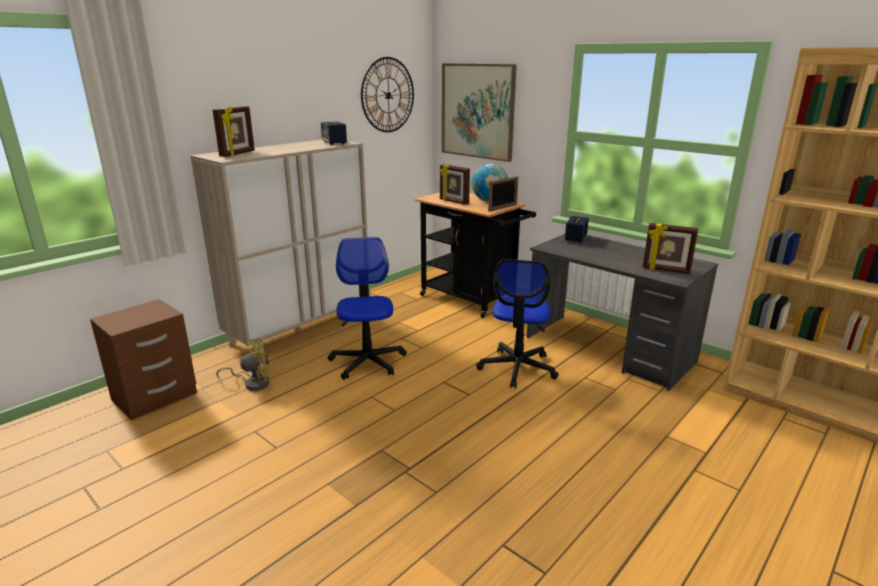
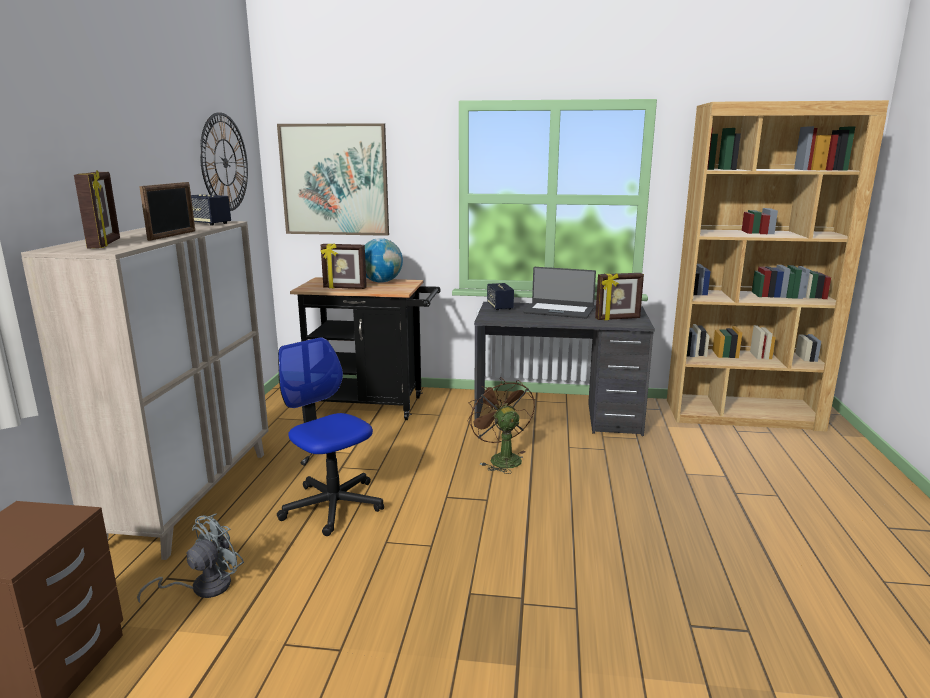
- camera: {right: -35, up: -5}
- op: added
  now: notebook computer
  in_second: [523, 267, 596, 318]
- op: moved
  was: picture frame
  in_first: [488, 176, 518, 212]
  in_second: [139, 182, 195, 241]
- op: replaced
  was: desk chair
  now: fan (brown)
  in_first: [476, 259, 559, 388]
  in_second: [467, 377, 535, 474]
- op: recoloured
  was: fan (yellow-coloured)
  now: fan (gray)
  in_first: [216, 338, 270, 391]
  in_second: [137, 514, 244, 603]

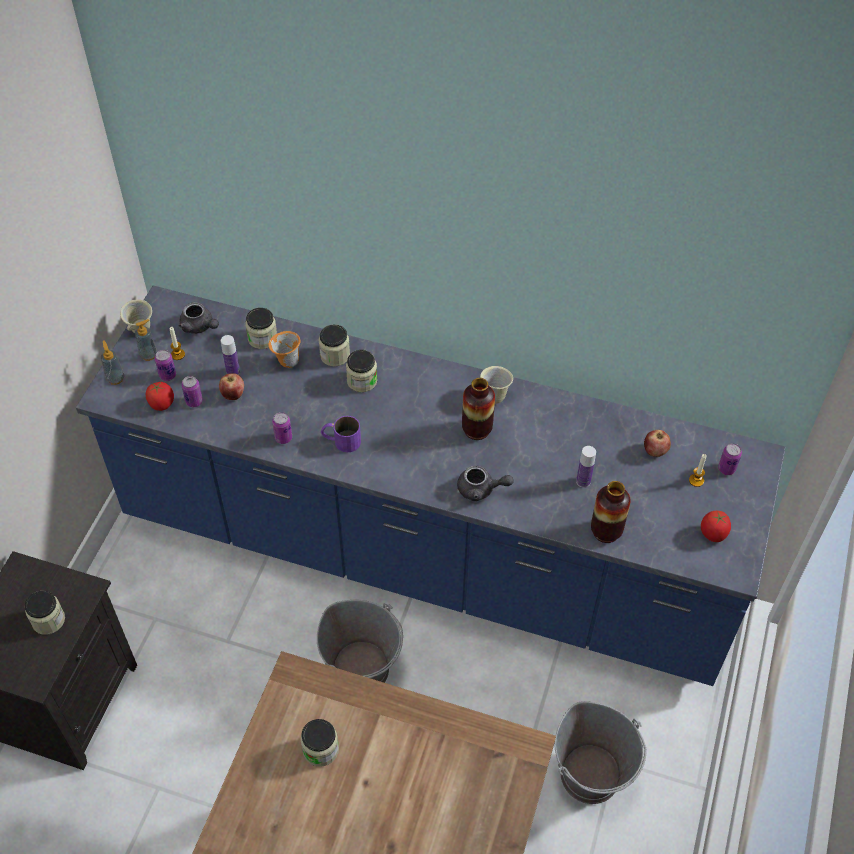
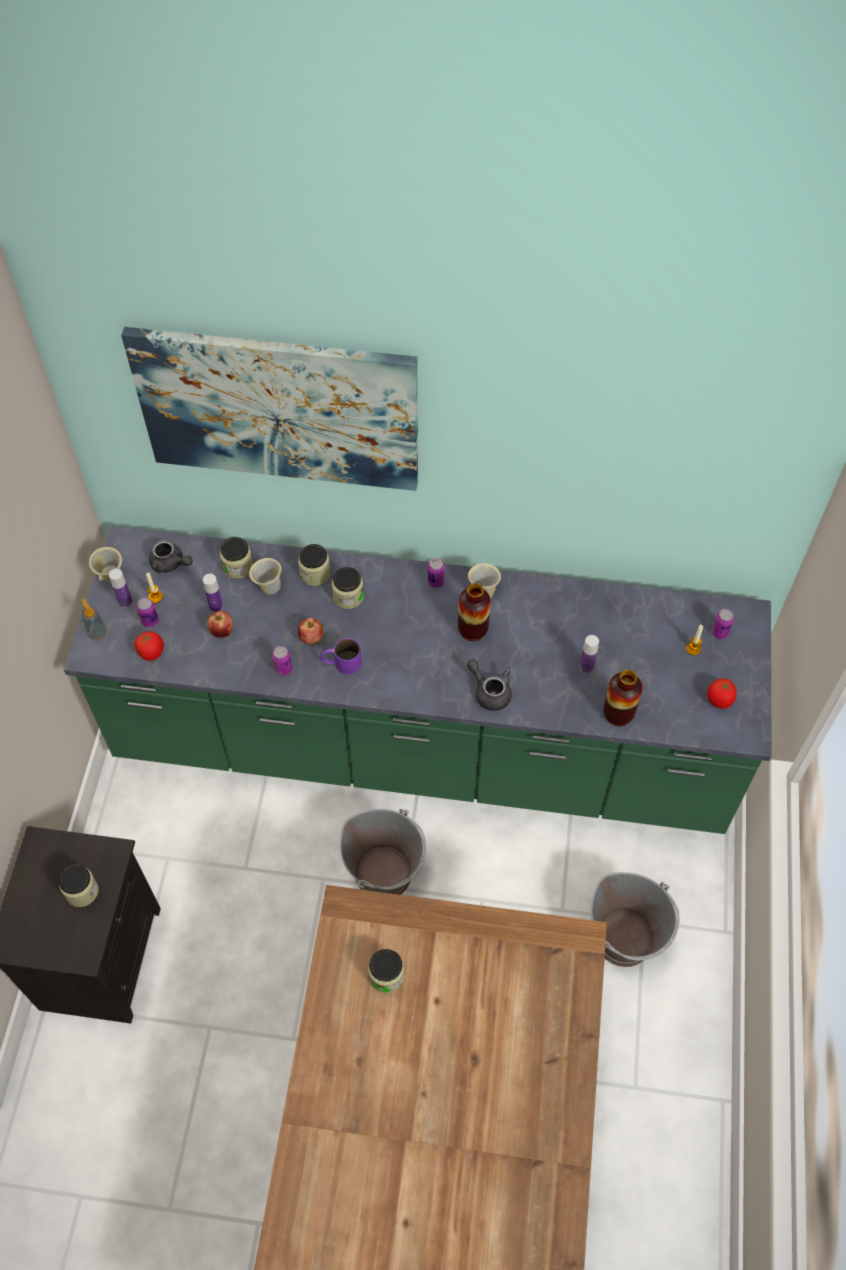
- camera: {right: -10, up: 5}
- op: added
  now: wall art
  in_second: [121, 327, 418, 491]
- op: moved
  was: can
  in_first: [181, 376, 203, 407]
  in_second: [427, 558, 445, 588]
- op: moved
  was: whole apple
  in_first: [644, 430, 671, 457]
  in_second: [298, 618, 324, 644]
- op: replaced
  was: soap dispenser
  now: beverage bottle
  in_first: [135, 319, 157, 361]
  in_second: [109, 569, 133, 608]
- op: recoloured
  was: kitchen counter (blue)
  now: kitchen counter (green-coloured)
  in_first: [76, 285, 786, 686]
  in_second: [64, 526, 772, 834]
- op: recoloured
  was: mug (orangey)
  now: mug (beige)
  in_first: [268, 331, 300, 368]
  in_second: [249, 558, 282, 594]
- op: turned
  was: teapot (gray)
  in_first: [457, 465, 513, 502]
  in_second: [467, 659, 512, 711]
  clockwise: -135

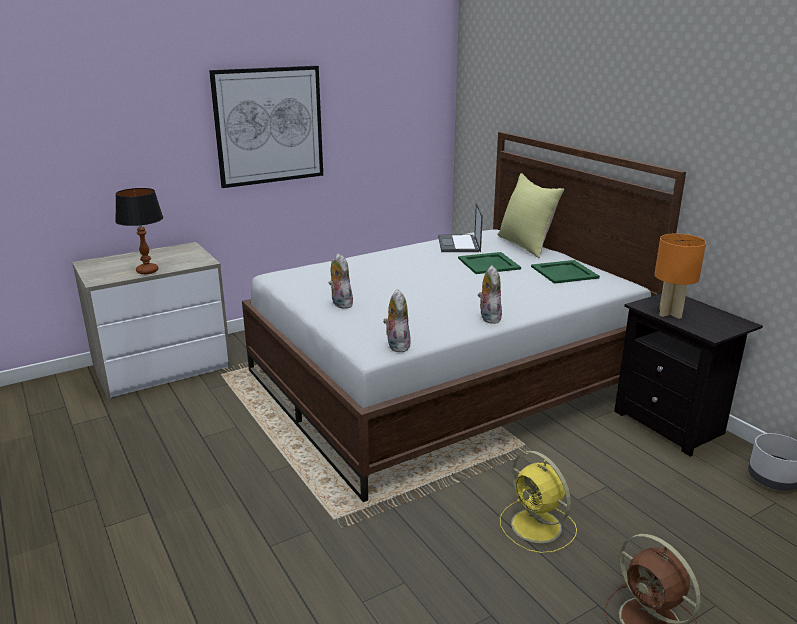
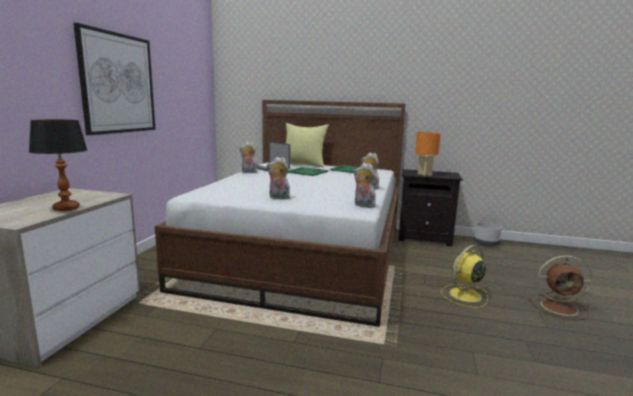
- camera: {right: -45, up: -10}
- op: added
  now: soft toy
  in_second: [239, 142, 259, 173]
- op: turned
  was: fan (yellow-coloured)
  in_first: [500, 451, 577, 553]
  in_second: [441, 245, 488, 308]
  clockwise: 135

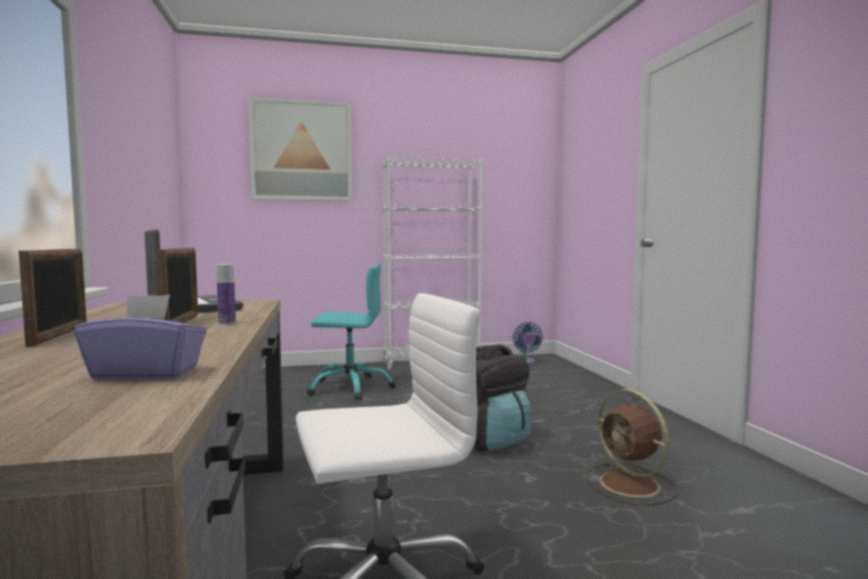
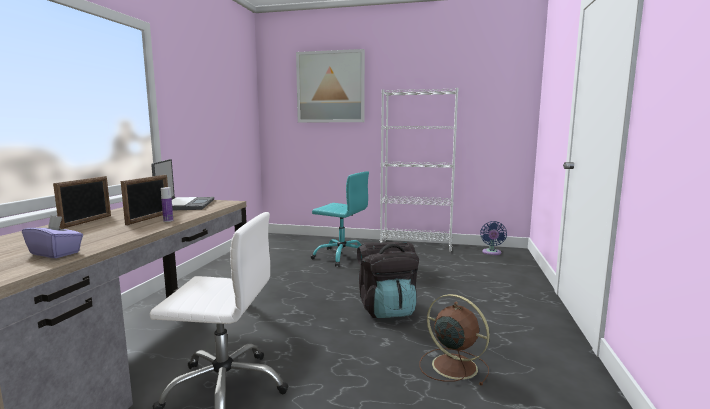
- camera: {right: 25, up: 5}
- op: turned
  was: fan (brown)
  in_first: [586, 389, 679, 506]
  in_second: [419, 294, 490, 386]
  clockwise: 135

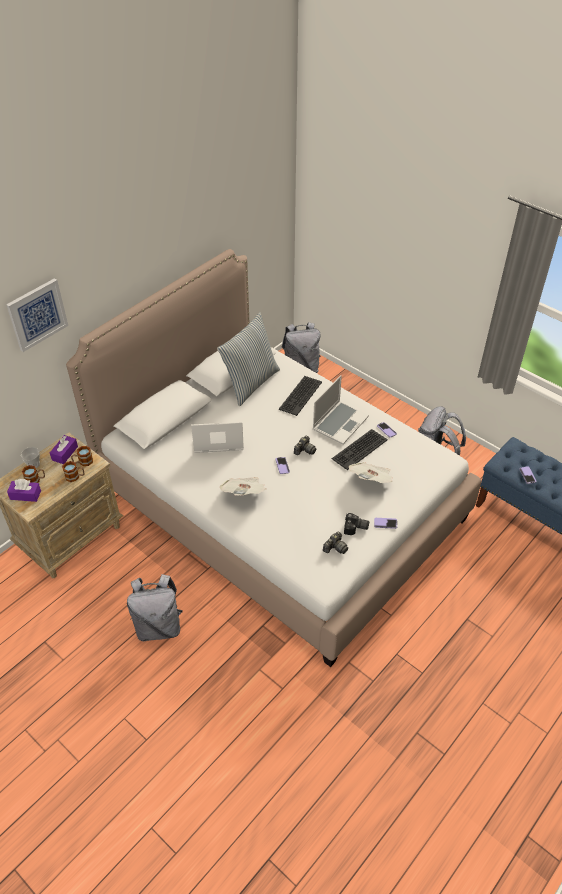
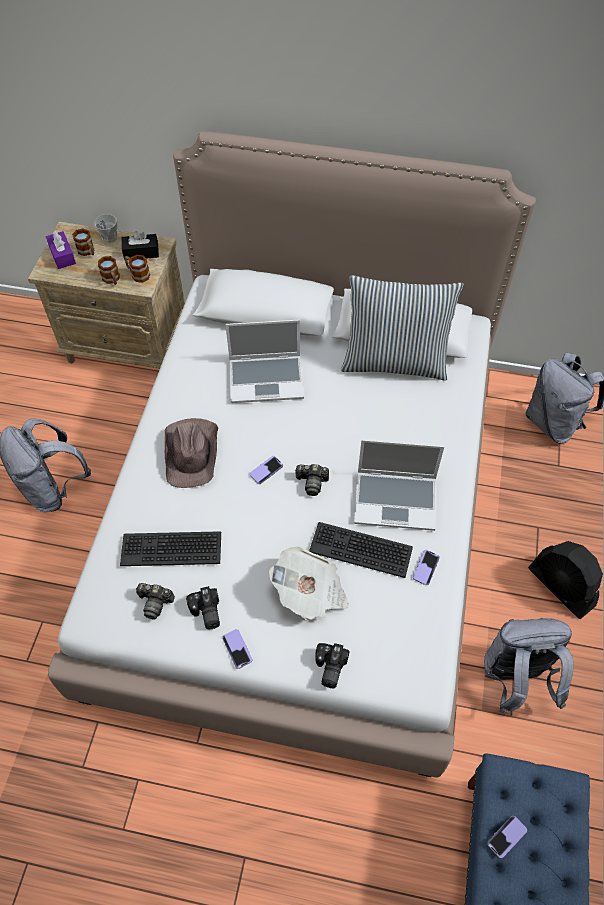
- camera: {right: 60, up: 10}
- op: removed
  was: wall art
  in_first: [6, 278, 68, 352]
- op: added
  now: photo camera
  in_second: [315, 643, 350, 688]
- op: added
  now: fan (black-coloured)
  in_second: [528, 541, 603, 619]
- op: moved
  was: keyboard
  in_first: [279, 376, 322, 416]
  in_second: [120, 531, 221, 566]
- op: replaced
  was: daily paper
  now: hat (brown)
  in_first: [220, 477, 266, 496]
  in_second: [165, 418, 218, 488]
- op: recoloured
  was: box of tissues (purple)
  now: box of tissues (black-coloured)
  in_first: [50, 435, 78, 464]
  in_second: [122, 231, 159, 260]
- op: turned
  was: notebook computer
  in_first: [191, 422, 244, 453]
  in_second: [225, 320, 304, 403]
  clockwise: 120

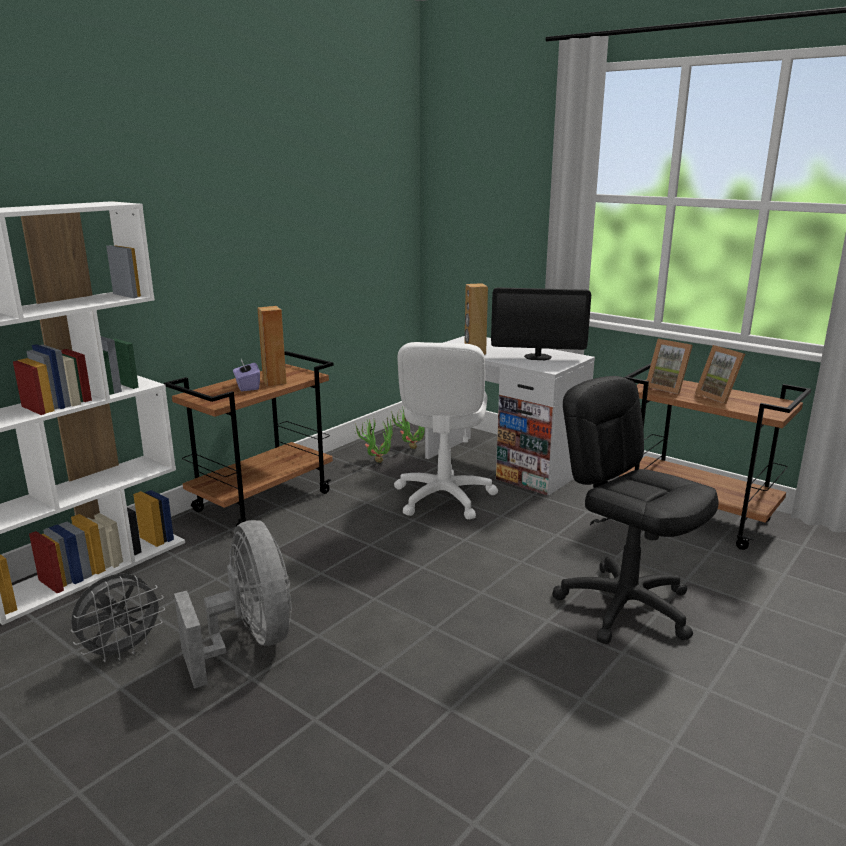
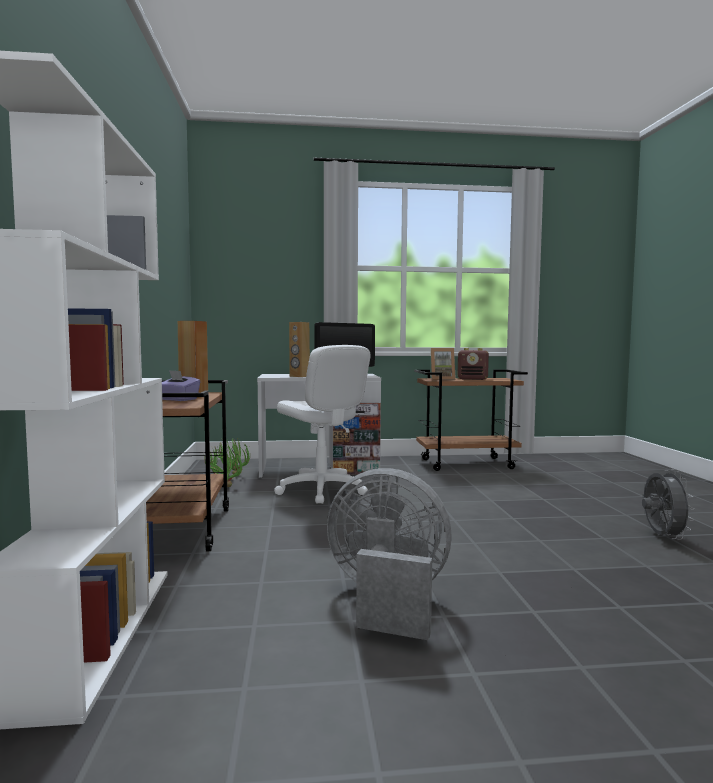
- camera: {right: -45, up: -15}
- op: removed
  was: desk chair (black-coloured)
  in_first: [552, 376, 719, 644]
- op: moved
  was: fan (gray)
  in_first: [71, 574, 165, 662]
  in_second: [642, 469, 695, 540]
- op: replaced
  was: picture frame
  now: radio set
  in_first: [695, 345, 745, 404]
  in_second: [458, 348, 489, 380]

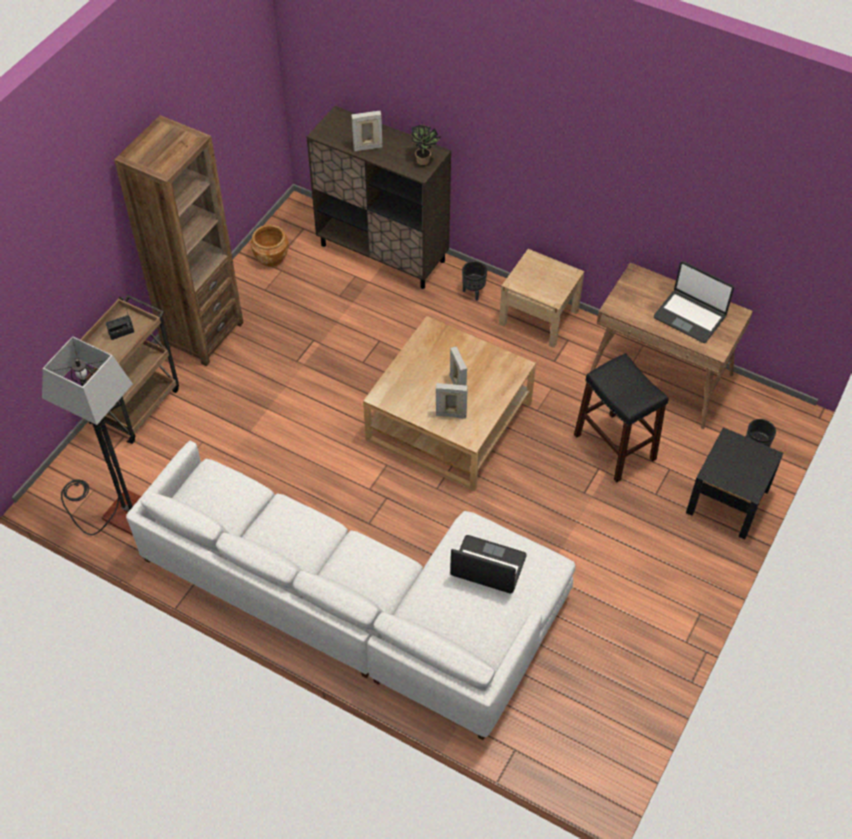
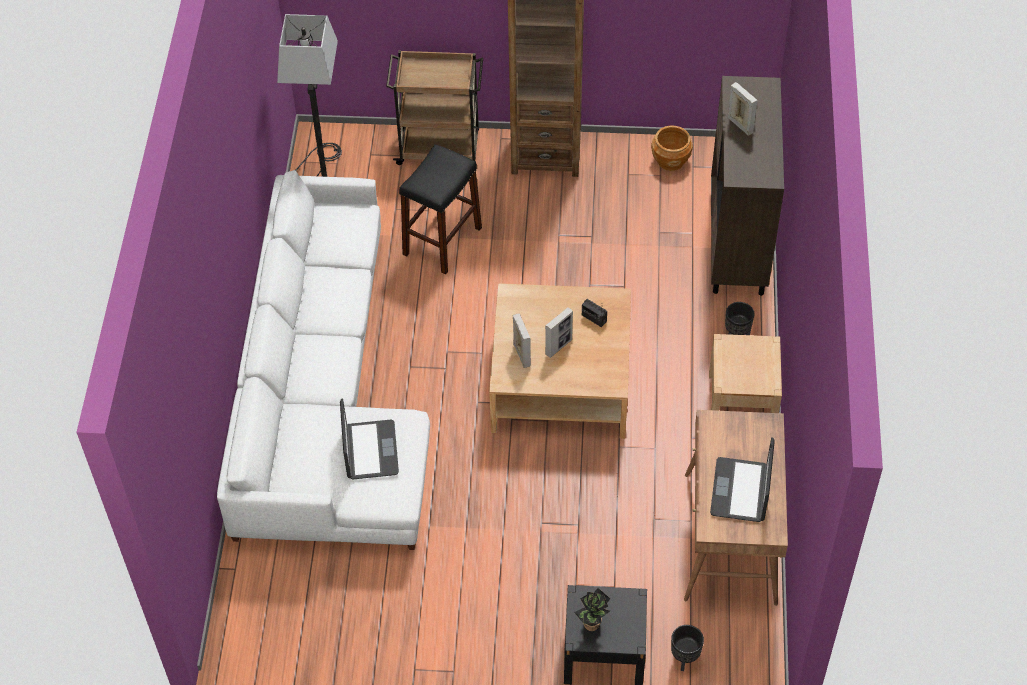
- camera: {right: 65, up: 0}
- op: moved
  was: radio set
  in_first: [106, 308, 134, 340]
  in_second: [582, 299, 607, 327]
- op: moved
  was: houseplant
  in_first: [411, 124, 441, 165]
  in_second: [574, 588, 610, 631]
- op: moved
  was: stool (black-coloured)
  in_first: [574, 353, 668, 482]
  in_second: [399, 144, 482, 275]

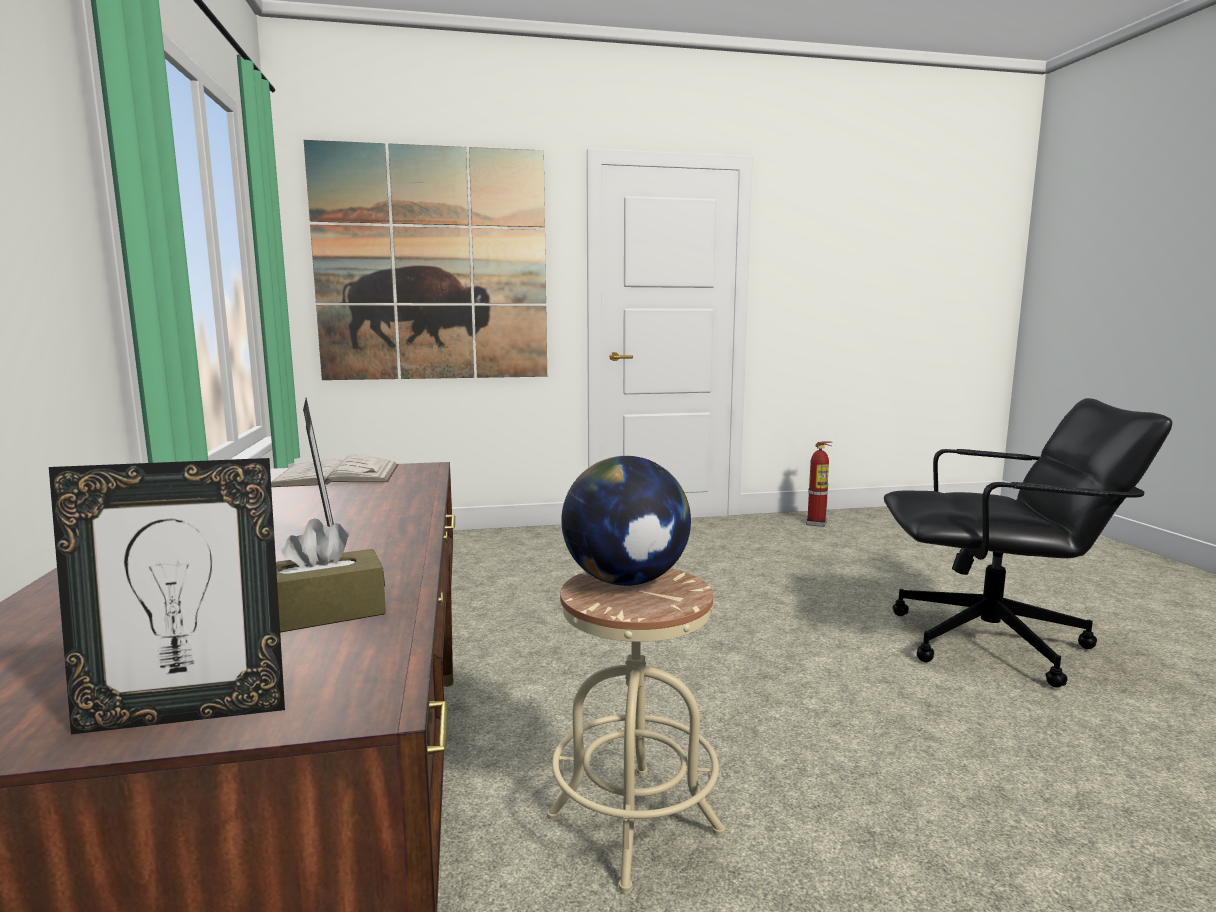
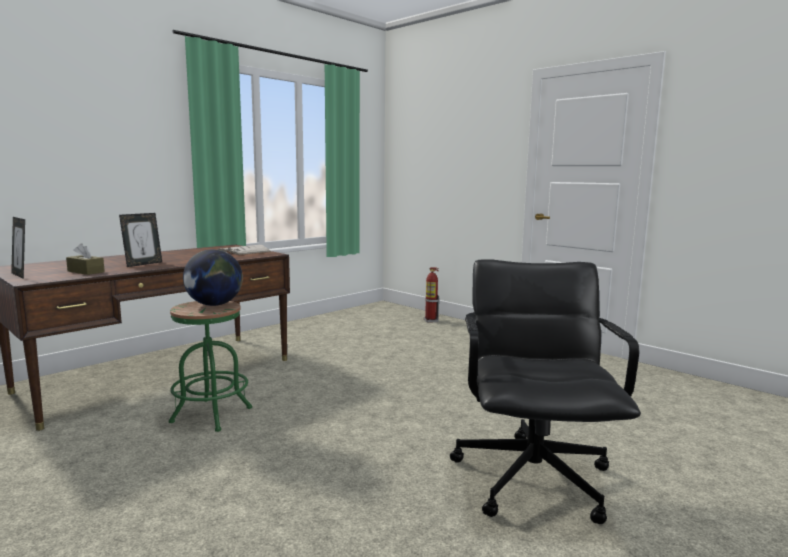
- camera: {right: 55, up: 0}
- op: removed
  was: wall art
  in_first: [304, 140, 547, 380]
- op: moved
  was: extinguisher
  in_first: [806, 442, 833, 527]
  in_second: [424, 267, 439, 323]
- op: recoloured
  was: stool (beige)
  now: stool (green-coloured)
  in_first: [547, 568, 725, 893]
  in_second: [169, 301, 252, 432]
- op: turned
  was: desk chair (black-coloured)
  in_first: [884, 398, 1172, 688]
  in_second: [450, 259, 641, 524]
  clockwise: -150

